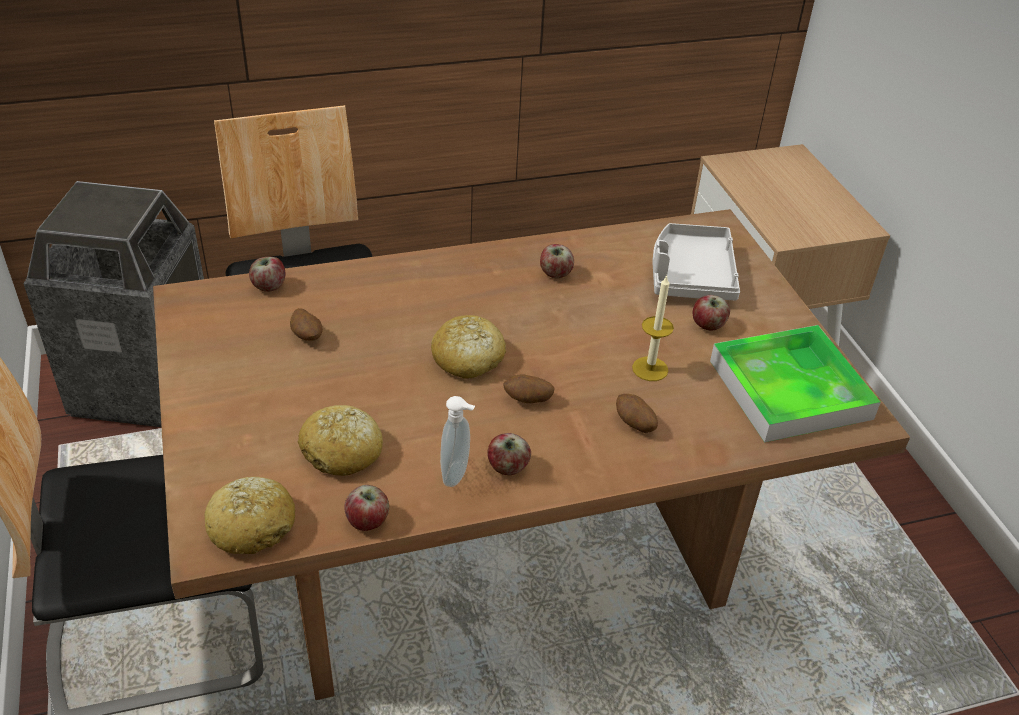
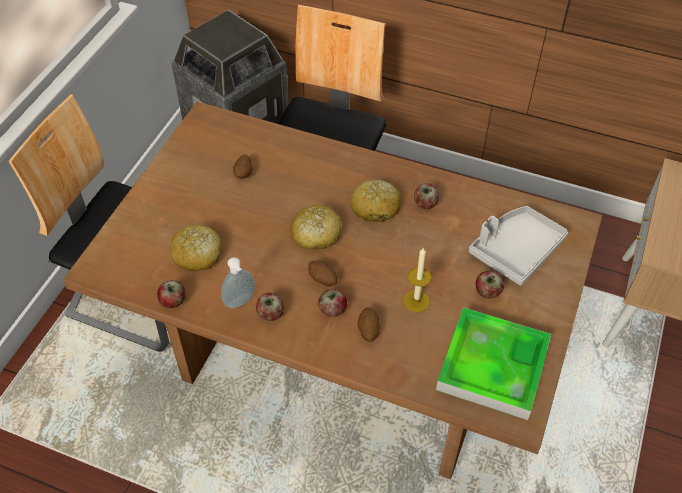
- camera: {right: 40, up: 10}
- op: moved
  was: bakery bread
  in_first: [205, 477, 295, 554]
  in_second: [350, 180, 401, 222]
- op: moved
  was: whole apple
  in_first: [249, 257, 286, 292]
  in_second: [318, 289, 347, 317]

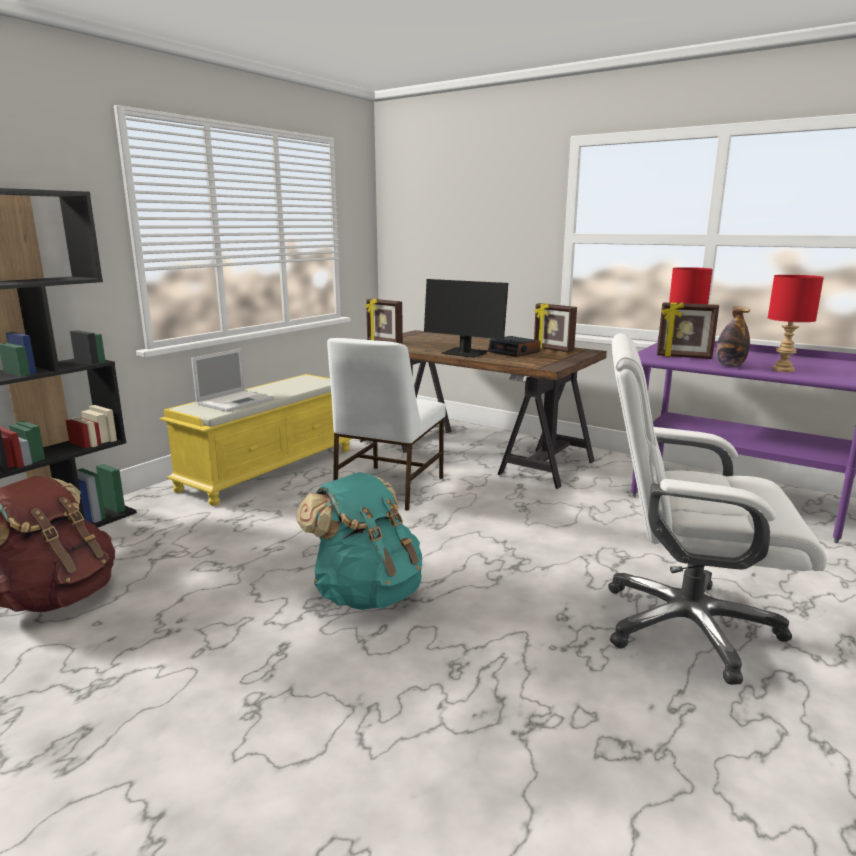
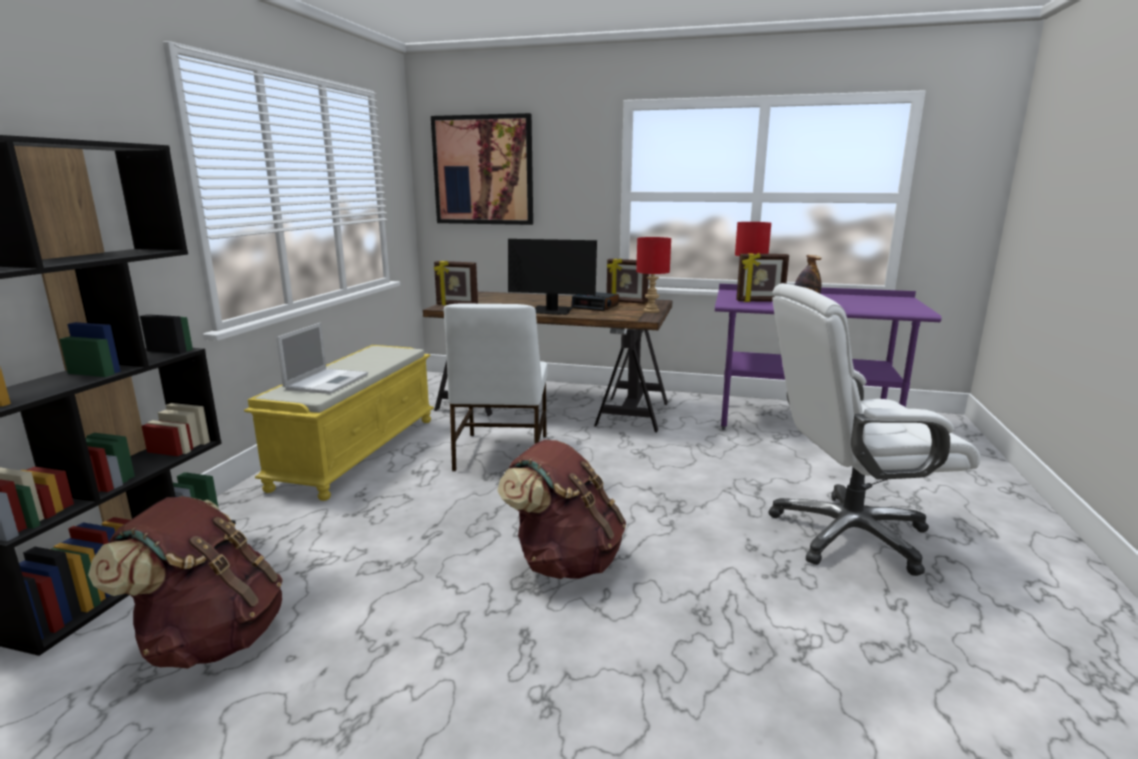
- camera: {right: -20, up: 0}
- op: added
  now: wall art
  in_second: [431, 113, 533, 225]
- op: moved
  was: table lamp (red-coloured)
  in_first: [768, 275, 824, 372]
  in_second: [636, 237, 671, 313]
- op: recoloured
  was: rucksack (turquoise-coloured)
  now: rucksack (brown)
  in_first: [297, 472, 422, 610]
  in_second: [497, 439, 626, 579]

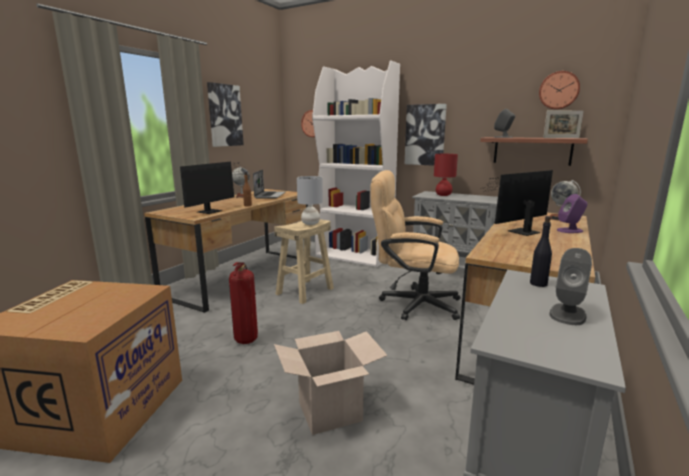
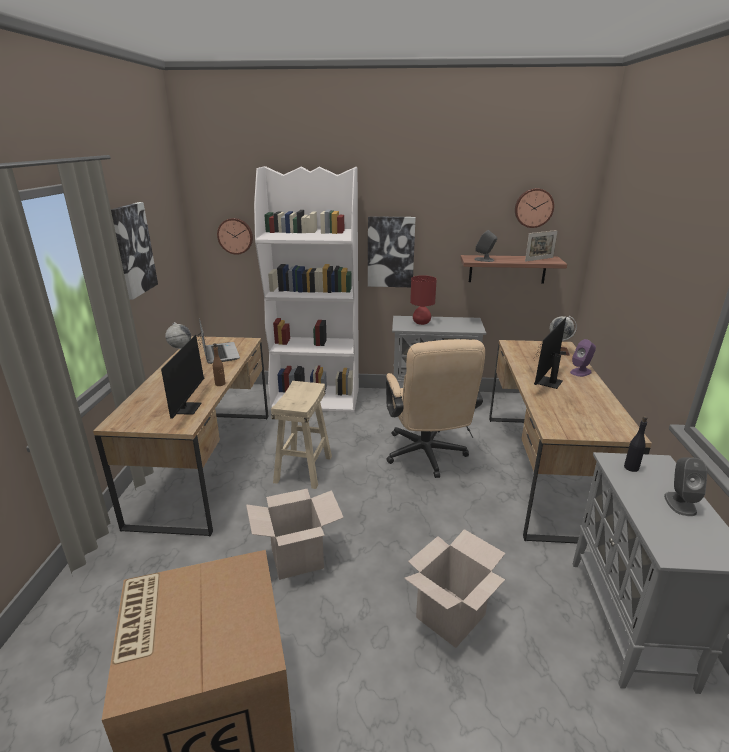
- camera: {right: -25, up: 10}
- op: removed
  was: table lamp (gray)
  in_first: [297, 176, 323, 225]
- op: replaced
  was: extinguisher
  now: cardboard box
  in_first: [229, 262, 258, 344]
  in_second: [246, 488, 344, 580]
- op: turned
  was: desk chair (beige)
  in_first: [371, 170, 461, 320]
  in_second: [386, 339, 485, 478]
  clockwise: -90

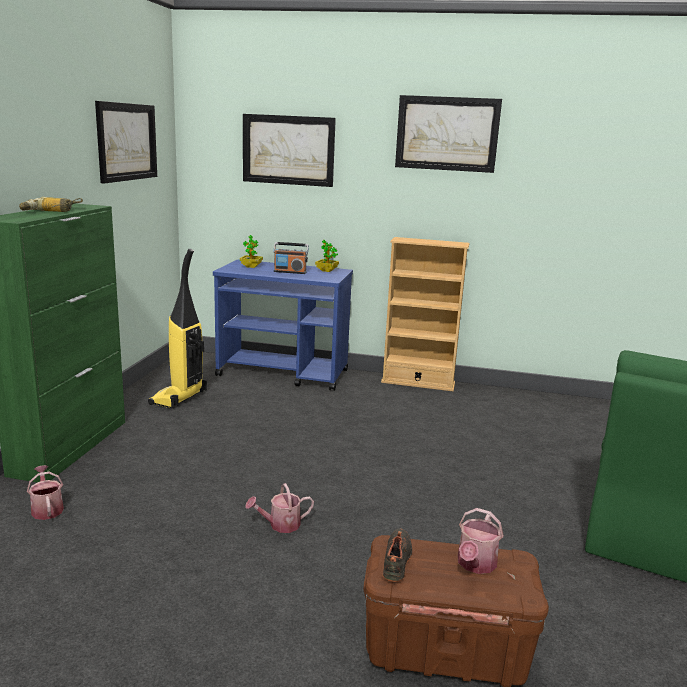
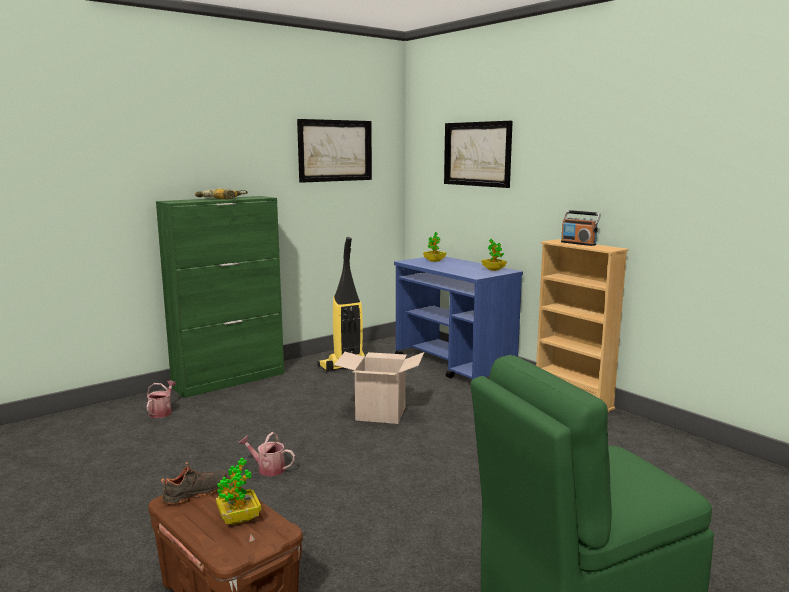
- camera: {right: 40, up: -5}
- op: removed
  was: wall art
  in_first: [395, 95, 502, 173]
- op: added
  now: cardboard box
  in_second: [334, 352, 424, 424]
- op: moved
  was: radio set
  in_first: [273, 242, 309, 274]
  in_second: [561, 210, 601, 246]
- op: replaced
  was: watering pot
  now: houseplant
  in_first: [458, 508, 504, 574]
  in_second: [216, 458, 262, 525]

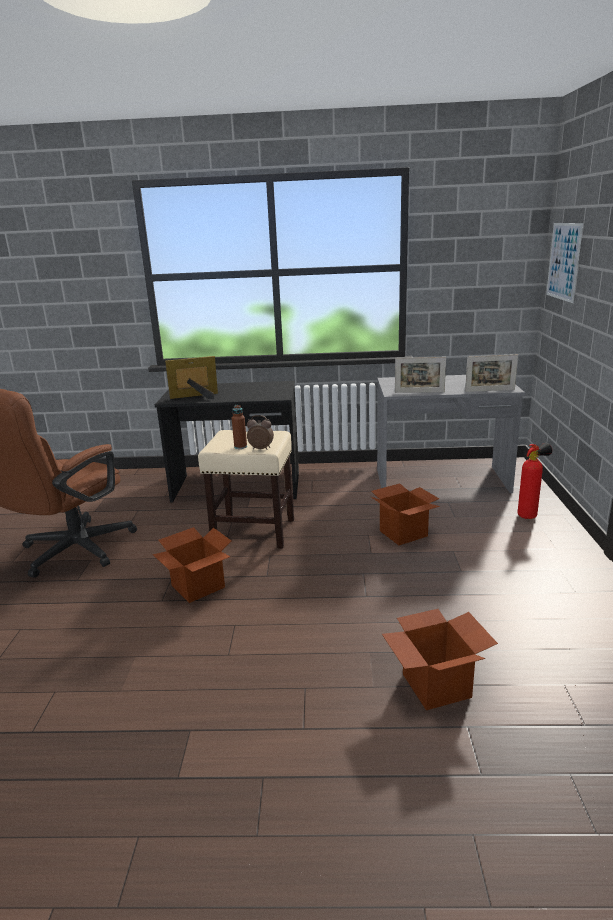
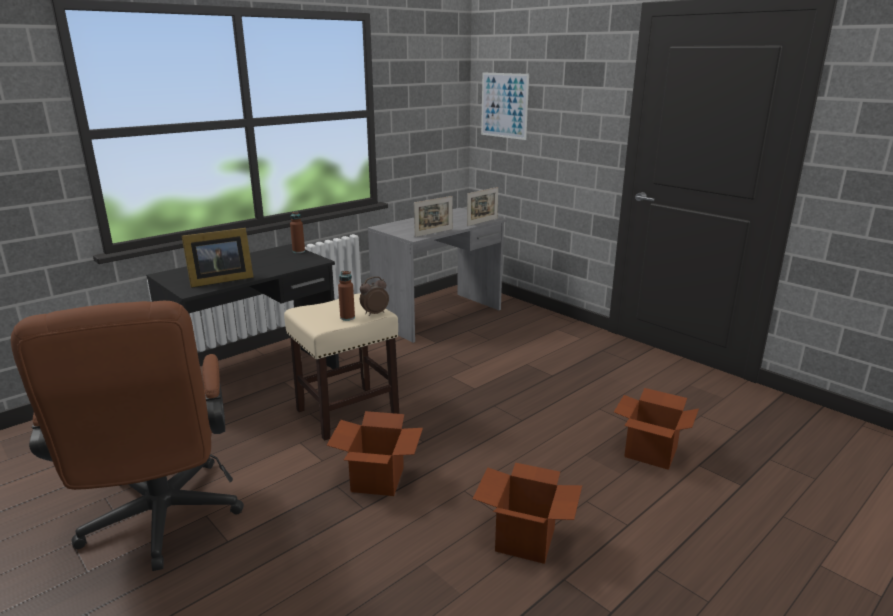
- camera: {right: -45, up: 0}
- op: removed
  was: extinguisher
  in_first: [518, 443, 552, 519]
- op: added
  now: beverage bottle (brown)
  in_second: [290, 211, 305, 253]
- op: moved
  was: cardboard box
  in_first: [371, 483, 440, 545]
  in_second: [473, 463, 582, 564]
- op: turned
  was: picture frame
  in_first: [165, 356, 218, 399]
  in_second: [182, 228, 254, 288]
  clockwise: -150

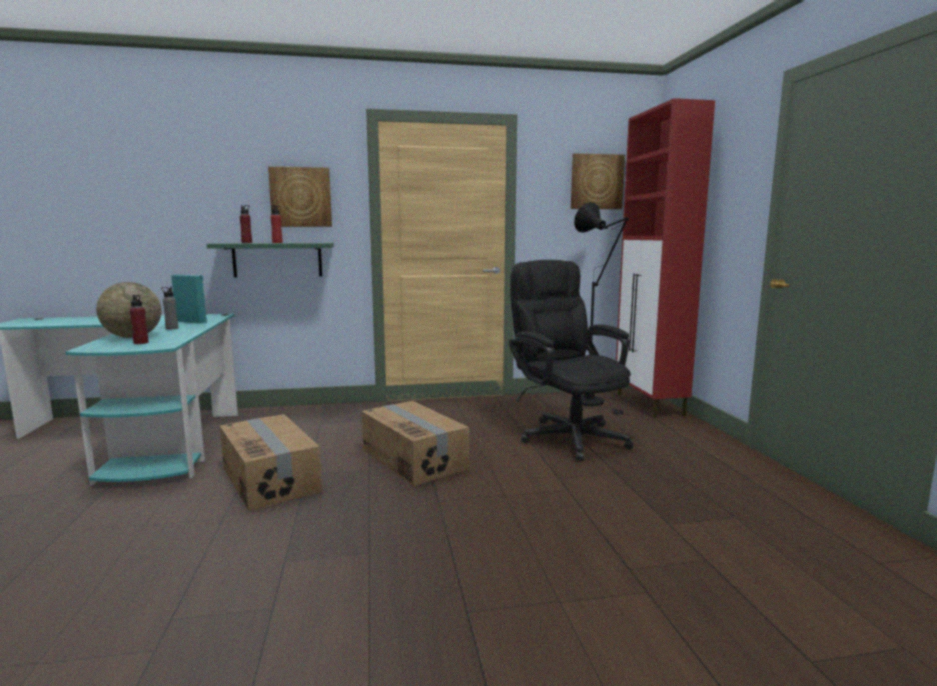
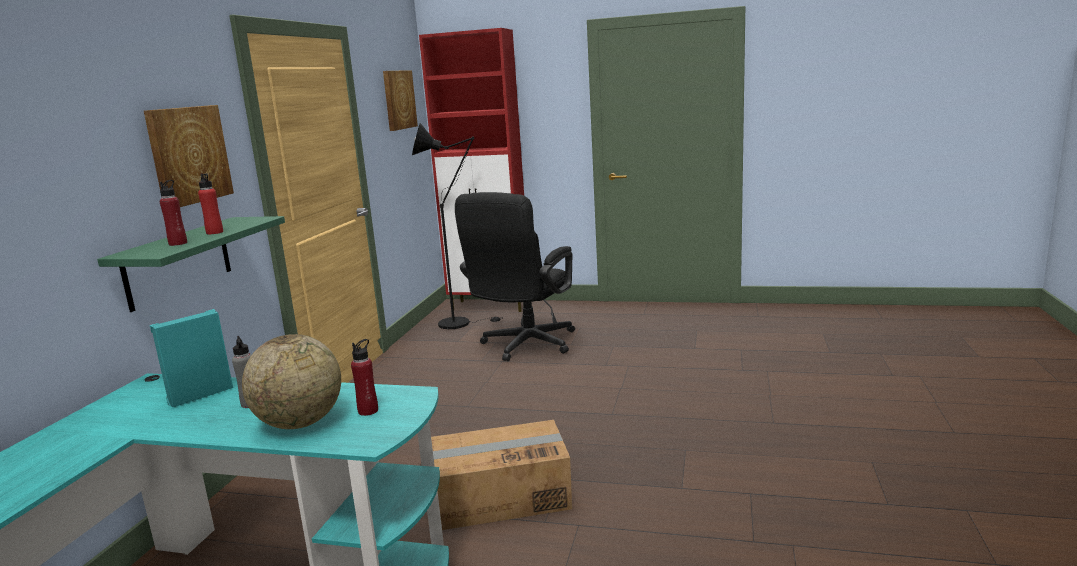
- camera: {right: -65, up: 5}
- op: removed
  was: cardboard box
  in_first: [362, 401, 469, 486]
- op: turned
  was: desk chair (black-coloured)
  in_first: [508, 260, 634, 461]
  in_second: [455, 192, 575, 361]
  clockwise: -60

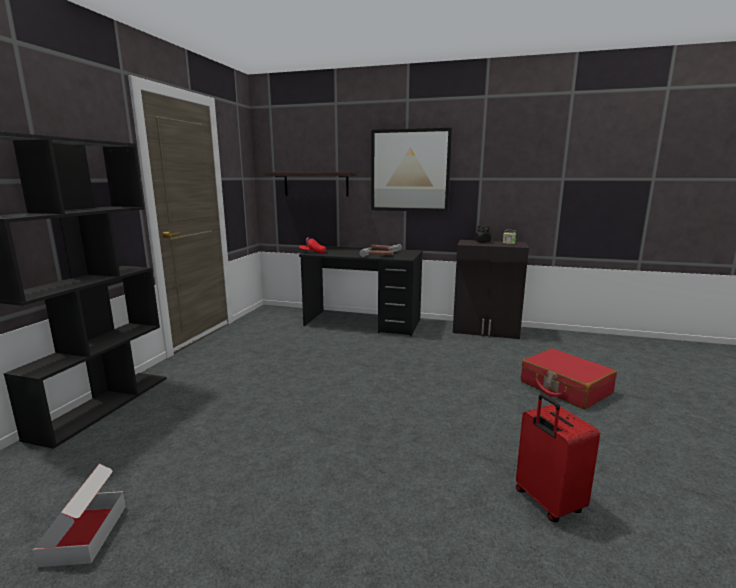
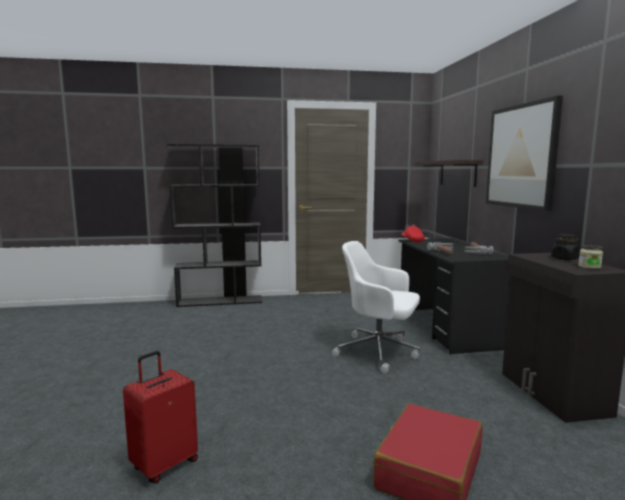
- camera: {right: 65, up: -5}
- op: removed
  was: cardboard box
  in_first: [32, 464, 126, 567]
- op: added
  now: desk chair (white-coloured)
  in_second: [332, 241, 420, 374]

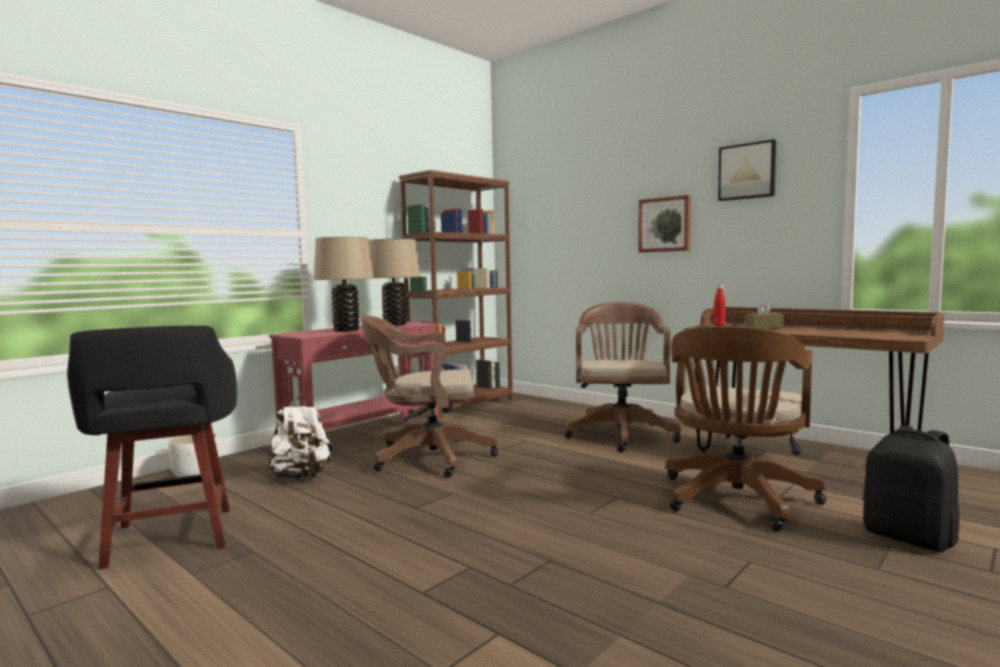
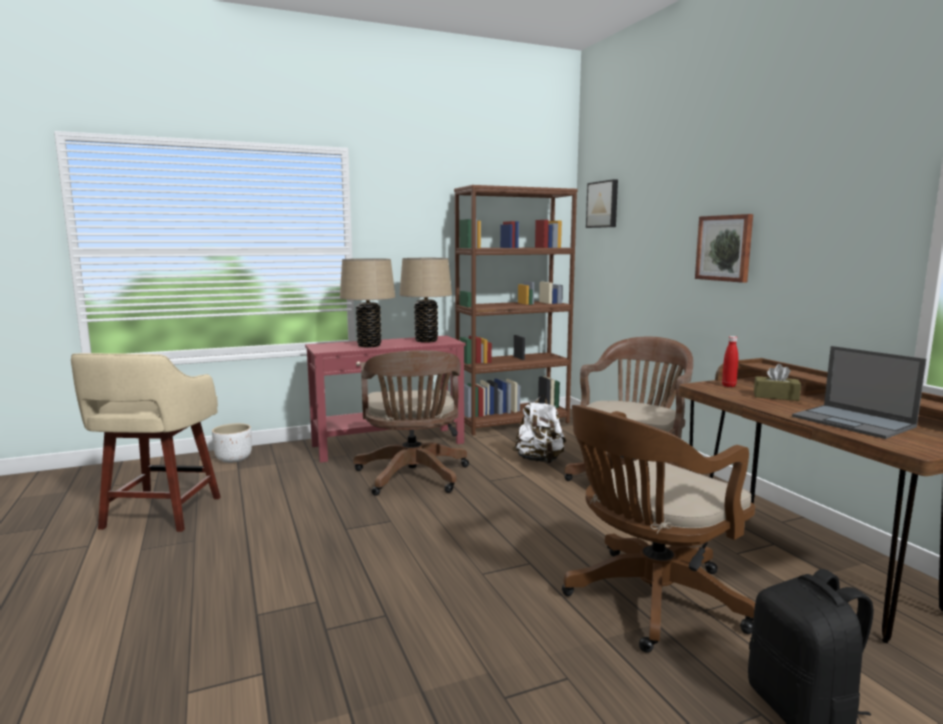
- camera: {right: 25, up: 5}
- op: added
  now: notebook computer
  in_second: [792, 346, 927, 439]
- op: moved
  was: rucksack (white-coloured)
  in_first: [265, 396, 333, 479]
  in_second: [513, 395, 566, 463]
- op: moved
  was: wall art
  in_first: [718, 139, 776, 201]
  in_second: [586, 179, 618, 228]
- op: recoloured
  was: stool (black-coloured)
  now: stool (beige)
  in_first: [67, 326, 237, 570]
  in_second: [71, 353, 220, 532]
- op: turned
  was: desk chair (brown)
  in_first: [360, 315, 498, 478]
  in_second: [353, 350, 469, 496]
  clockwise: -120

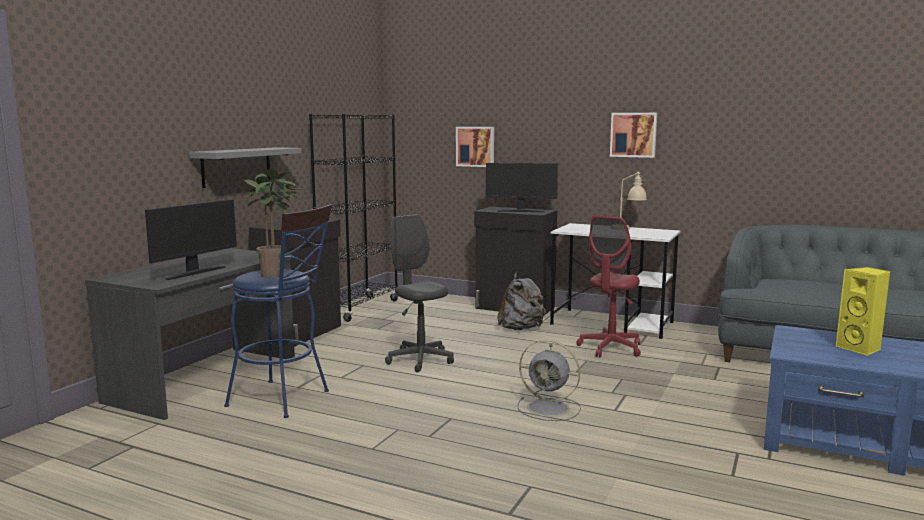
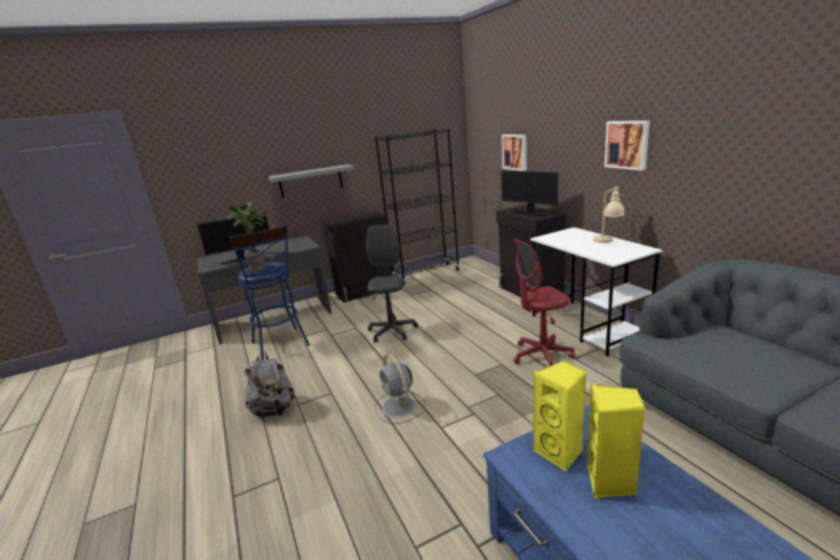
- camera: {right: 40, up: 10}
- op: added
  now: audio speaker (yellow-coloured)
  in_second: [533, 360, 586, 471]
- op: moved
  was: rucksack (gray)
  in_first: [497, 272, 546, 330]
  in_second: [245, 351, 295, 417]

